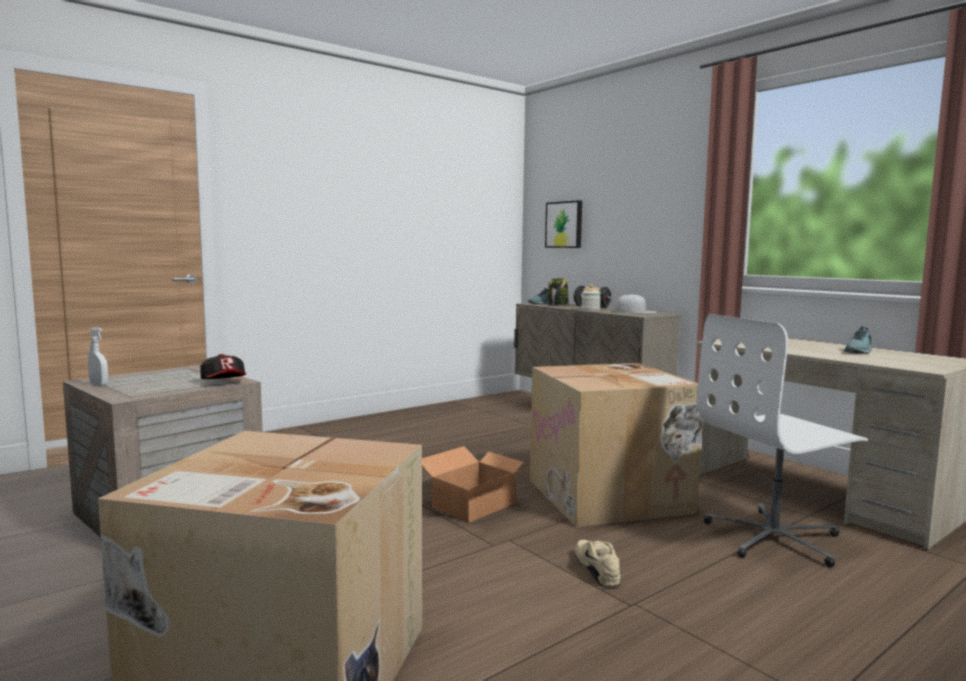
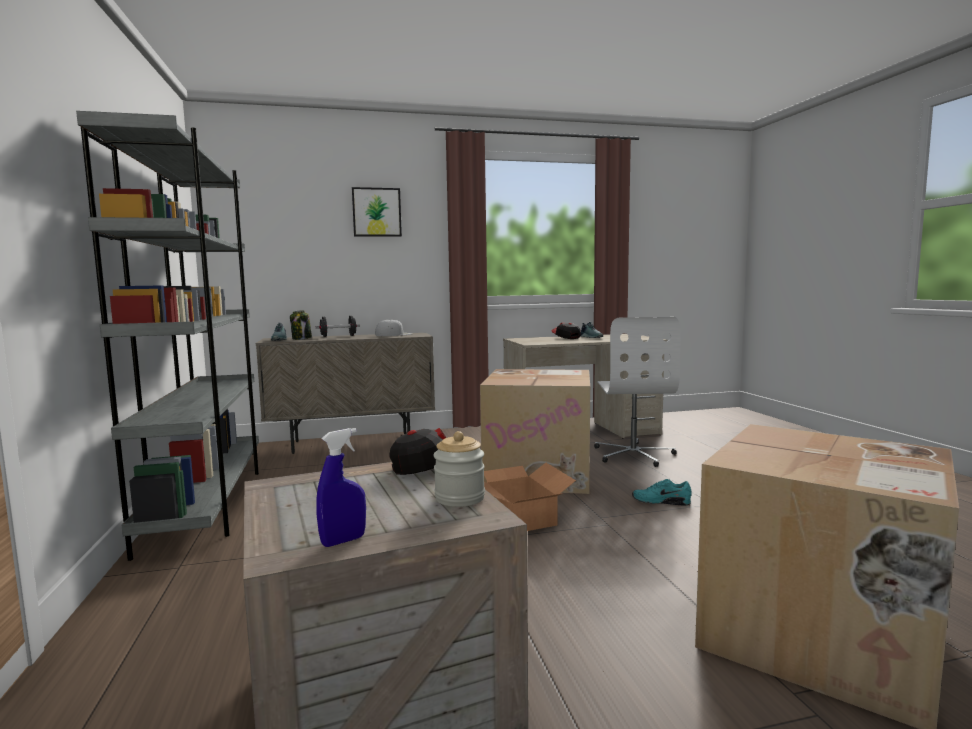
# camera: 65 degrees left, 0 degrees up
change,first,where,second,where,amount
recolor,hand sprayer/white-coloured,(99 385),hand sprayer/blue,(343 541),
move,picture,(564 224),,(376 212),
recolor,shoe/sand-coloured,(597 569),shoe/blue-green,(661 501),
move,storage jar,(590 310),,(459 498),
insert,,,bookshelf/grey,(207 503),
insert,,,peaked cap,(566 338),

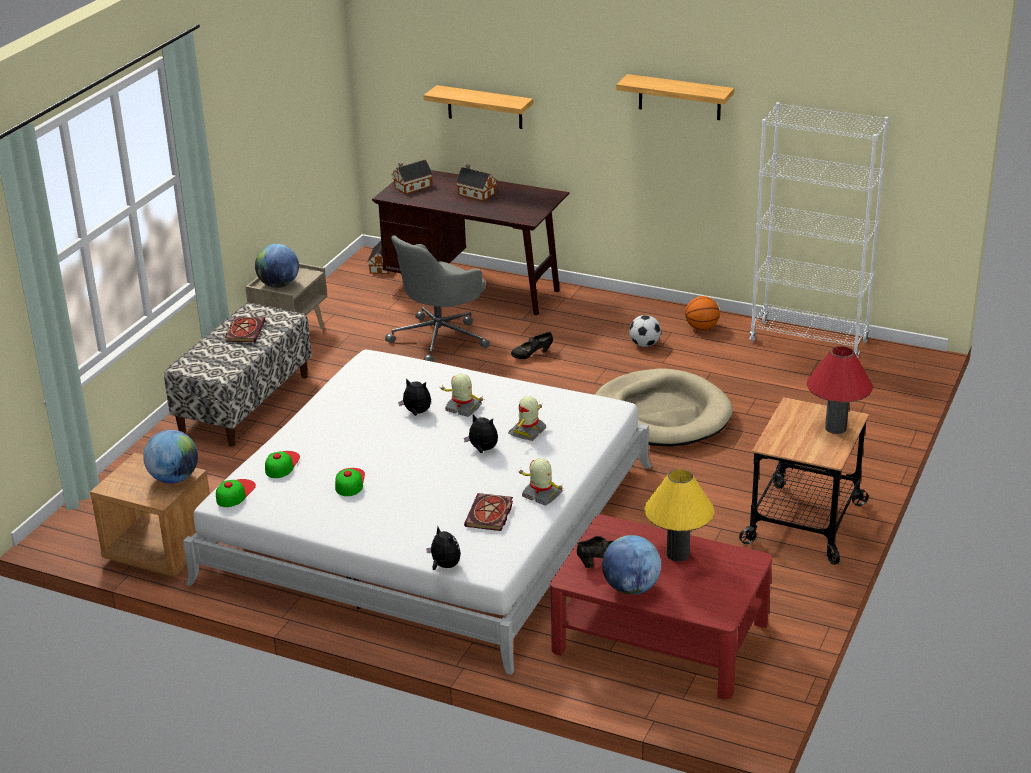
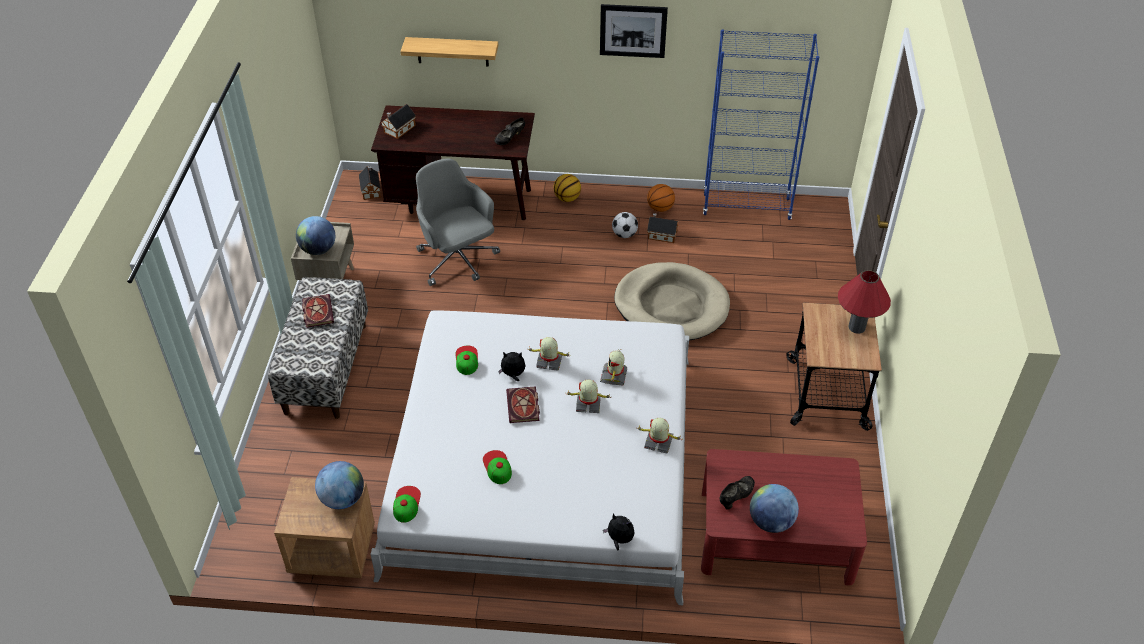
# camera: 20 degrees left, 15 degrees up
change,first,where,second,where,amount
move,peaked cap,(281 464),,(466 360),
rotate,computer chair/grey,(440 338),,(457 260),120 degrees clockwise
move,toy house,(475 193),,(661 234),
replace,cuddly toy,(482 450),robot figure,(588 404),
move,bound book,(490 515),,(524 407),
move,shoe/blackish,(532 355),,(510 139),
replace,wall shelf,(679 97),picture,(633 30),
delete,table lamp/yellow,(678 554),,,
recolor,bookshelf/white-coloured,(809 341),bookshelf/blue,(746 206),
insert,,,basketball,(567 198),

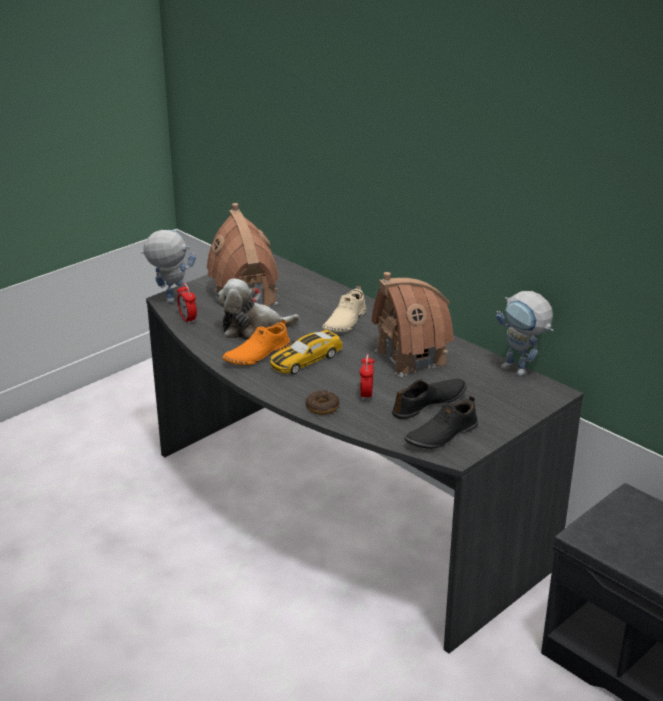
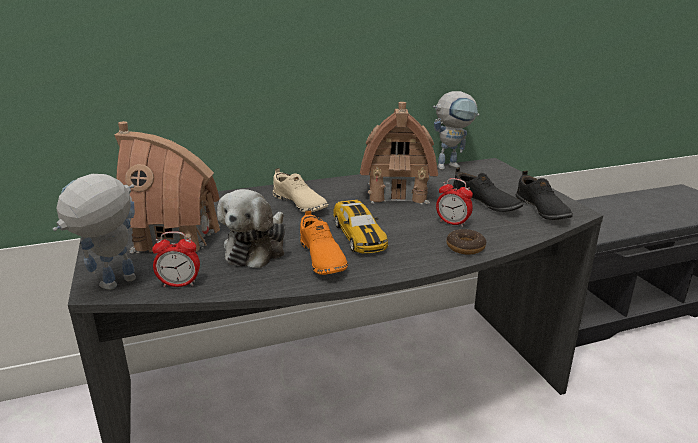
# camera: 65 degrees left, 5 degrees down
change,first,where,second,where,amount
rotate,shoe/blackish,(429 404),,(485 203),150 degrees clockwise

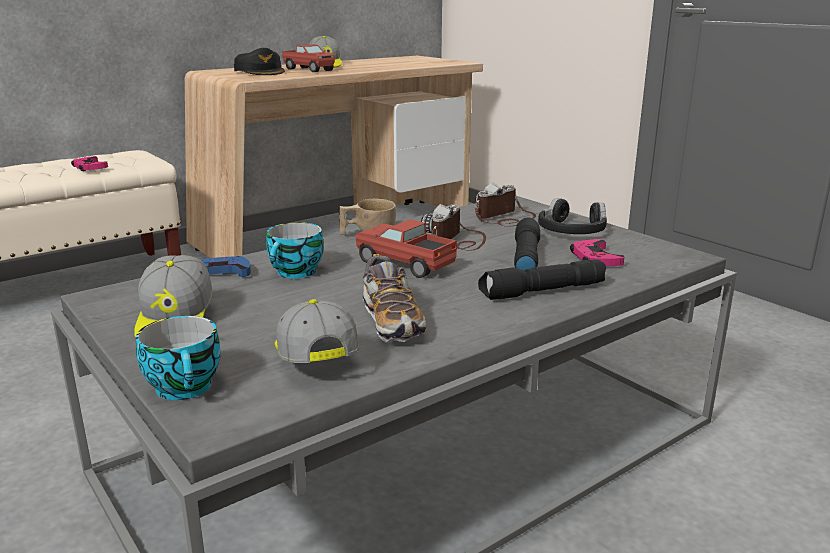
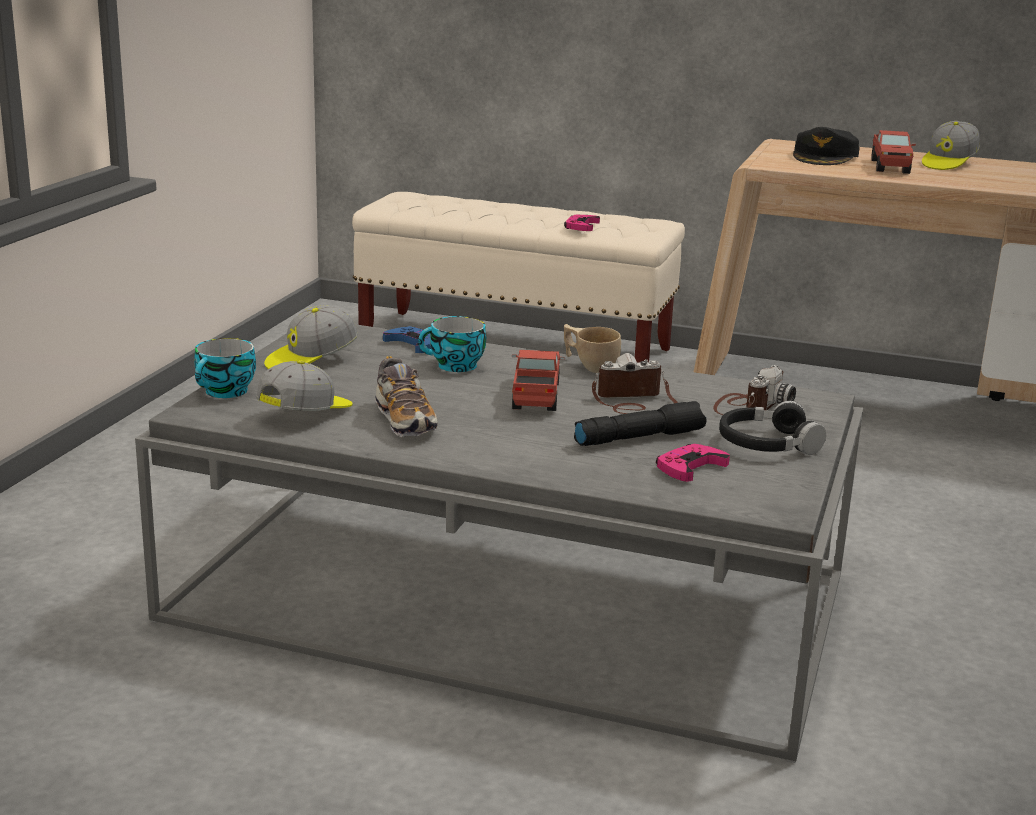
# camera: 55 degrees right, 0 degrees up
change,first,where,second,where,amount
rotate,shoe,(392 322),,(404 420),60 degrees counterclockwise
rotate,still camera,(504 218),,(749 407),105 degrees clockwise
delete,flashlight/blackish,(542 292),,,

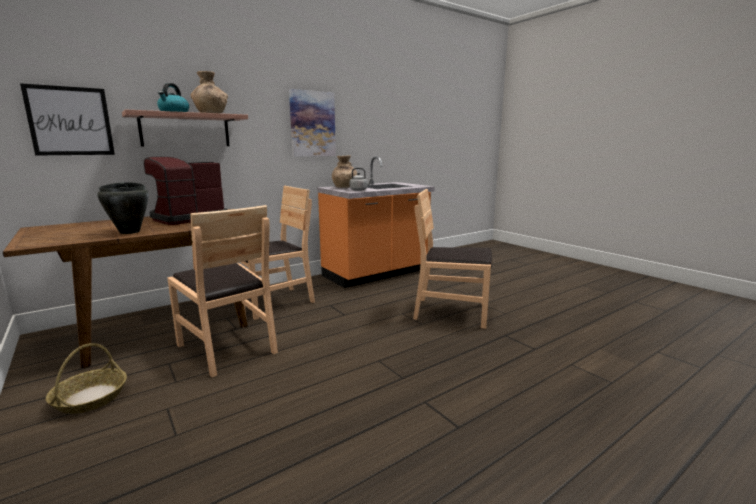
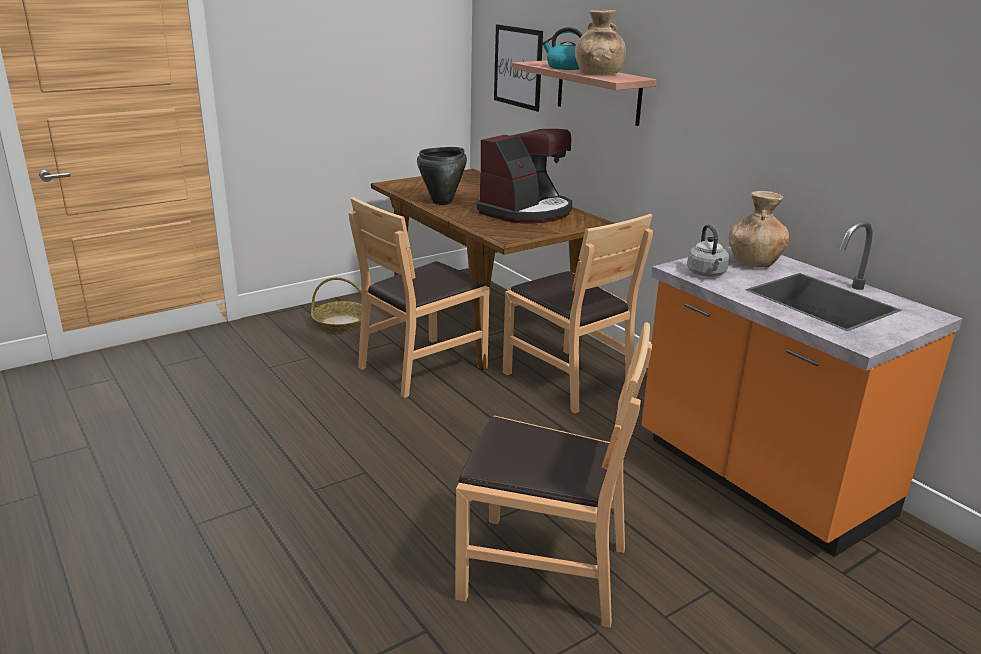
# camera: 90 degrees right, 10 degrees up
change,first,where,second,where,amount
rotate,coffee brewer,(187 218),,(527 211),90 degrees clockwise
delete,picture,(312 124),,,
rotate,upright chair/brown,(451 312),,(543 570),90 degrees clockwise

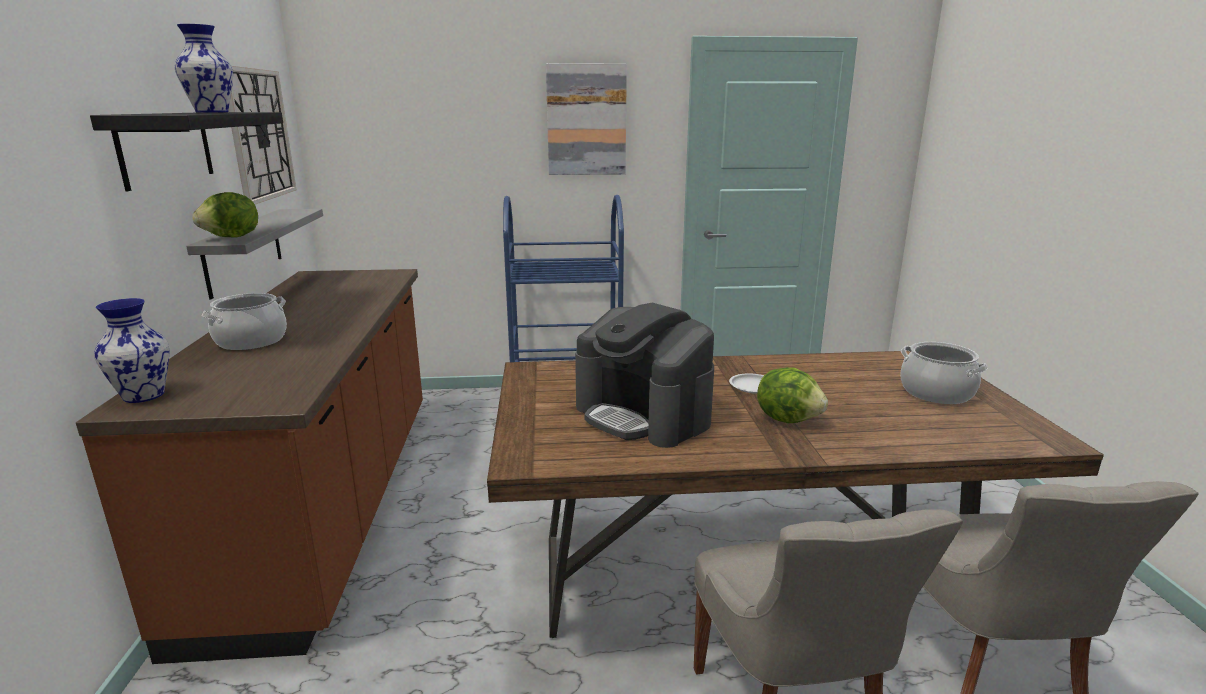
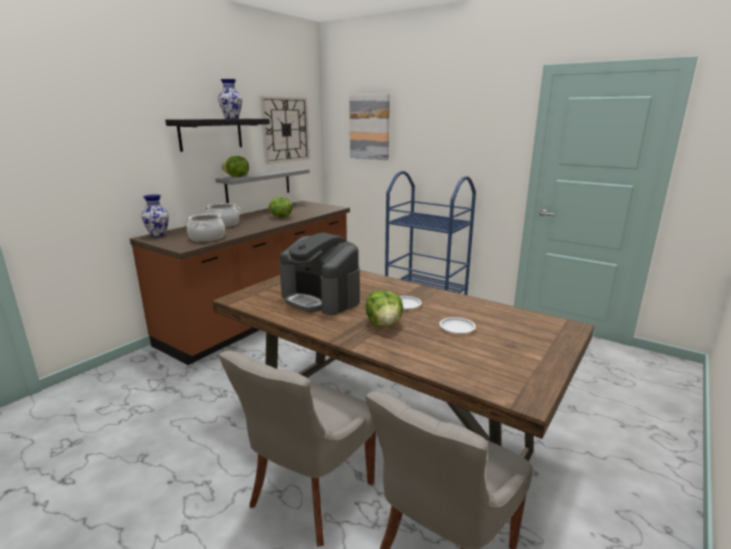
# camera: 40 degrees right, 0 degrees up
change,first,where,second,where,amount
move,picture,(586 120),,(370 127),
rotate,coffee brewer,(643 415),,(321 298),45 degrees counterclockwise
move,saucepot,(936 392),,(207 238),
insert,,,head of lettuce,(280 217),
insert,,,flat dish/white-coloured,(457 328),

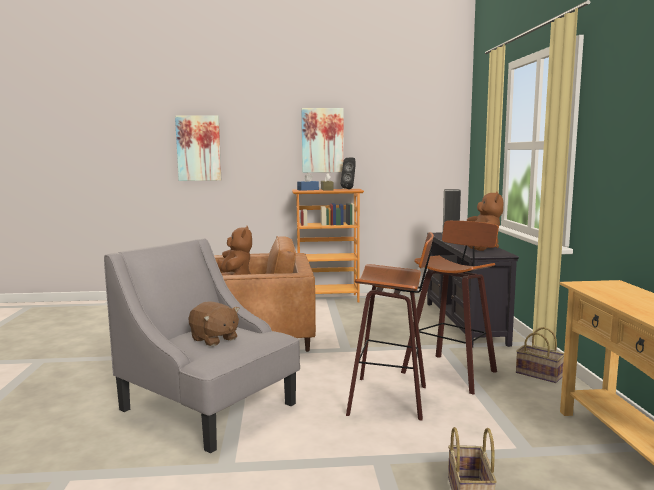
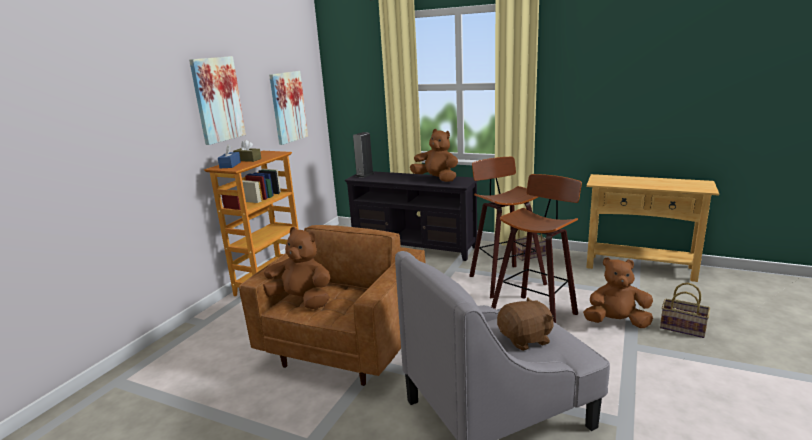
# camera: 60 degrees left, 10 degrees up
change,first,where,second,where,amount
move,picture,(198 148),,(288 107),
delete,audio speaker/blackish,(349 189),,,
insert,,,cuddly toy/brown,(616 322),

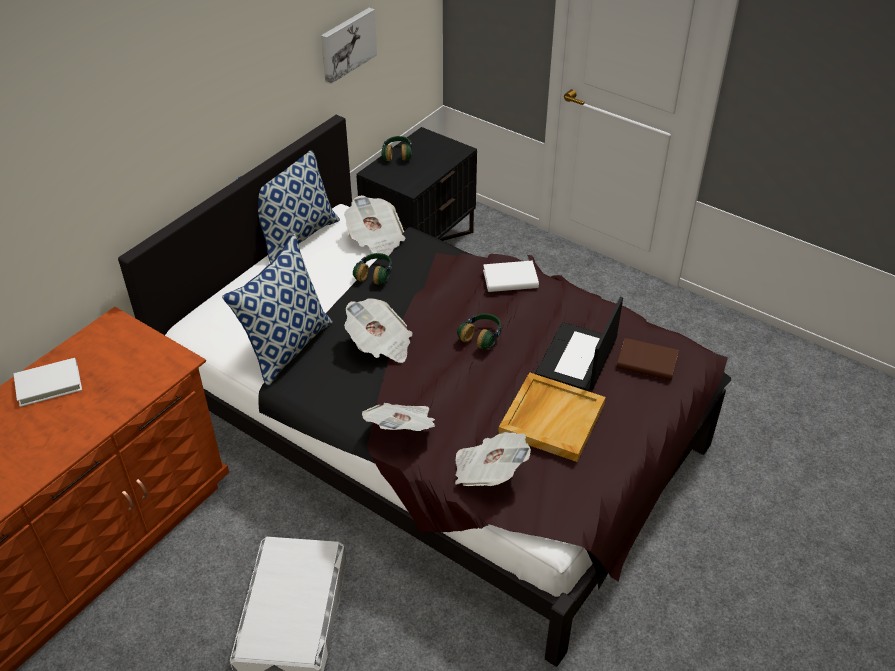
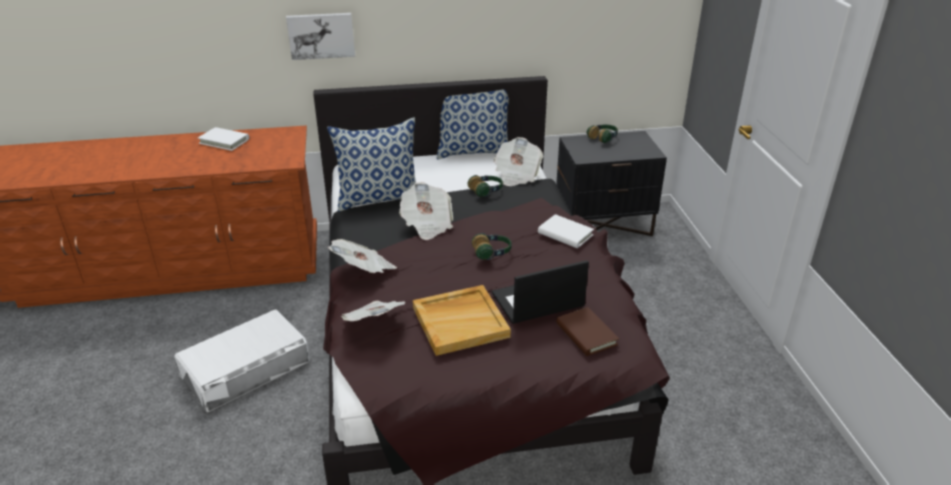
# camera: 45 degrees right, 10 degrees down
change,first,where,second,where,amount
move,picture,(347 44),,(321 35),

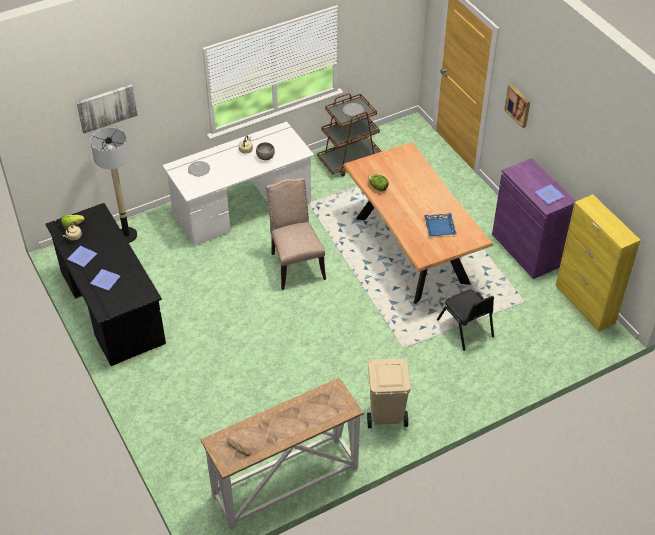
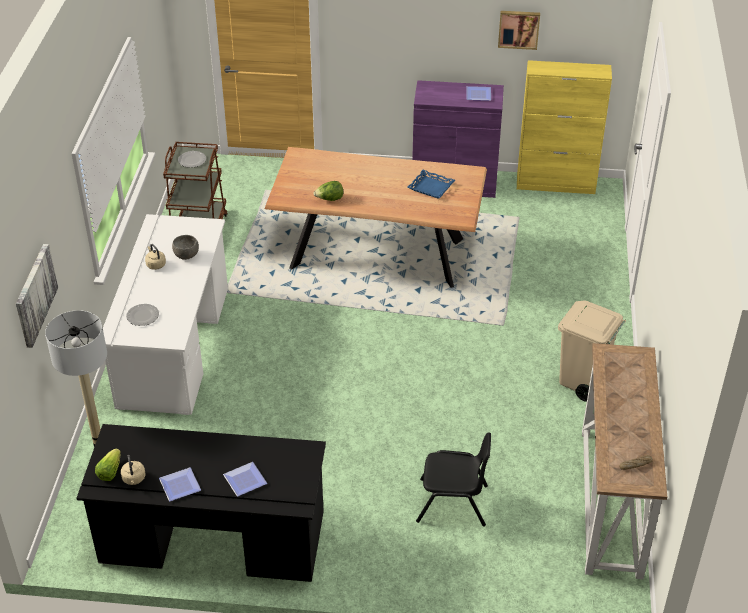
# camera: 55 degrees left, 5 degrees down
change,first,where,second,where,amount
delete,upright chair/sand-coloured,(295 264),,,
move,upright chair/blackish,(465 328),,(453 503),
move,picture,(518 105),,(518 29),

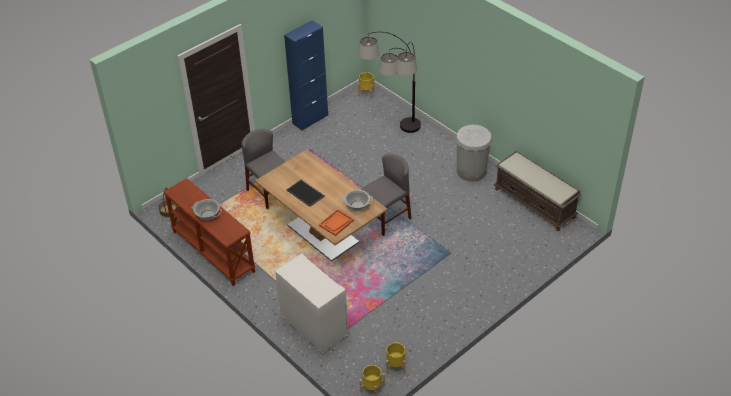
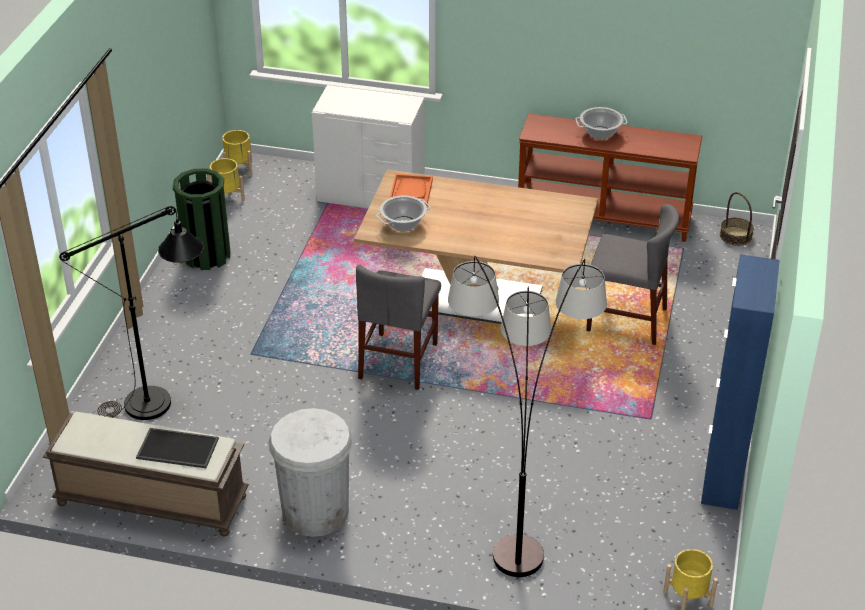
# camera: 145 degrees right, 5 degrees down
change,first,where,second,where,amount
move,tray,(306 193),,(176 449),
insert,,,standing lamp/blackish,(161 402),
insert,,,waste bin/green-coloured,(207 255),

